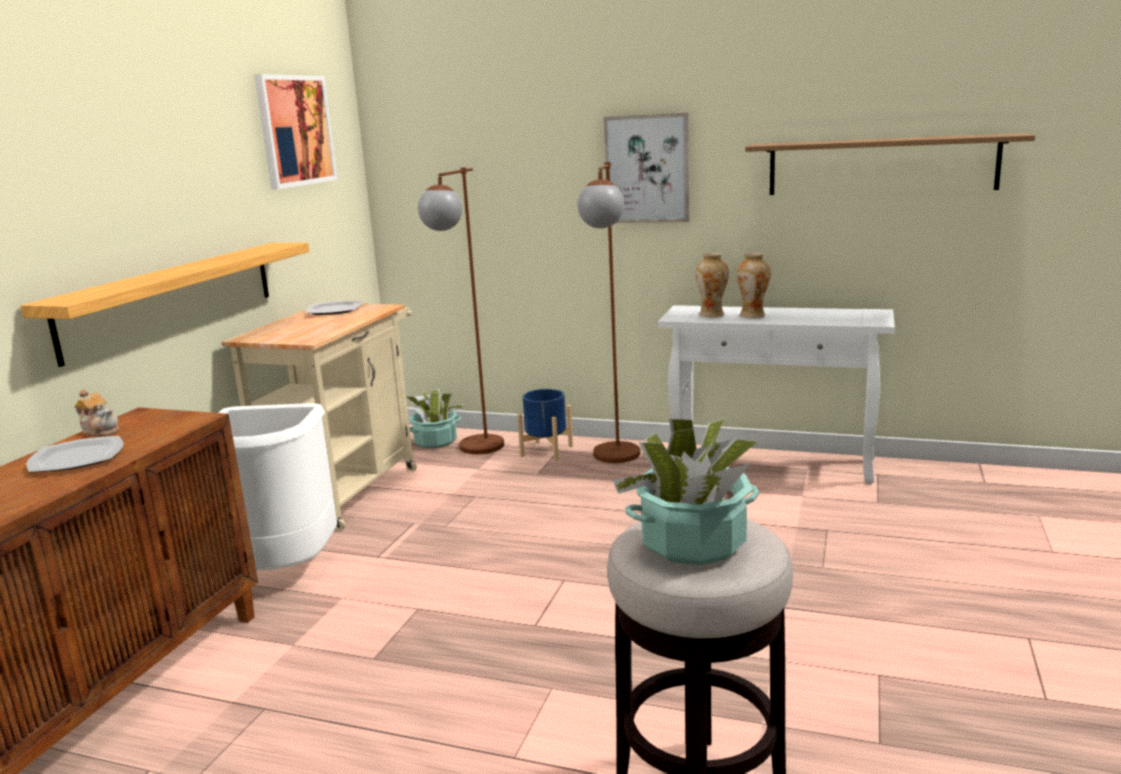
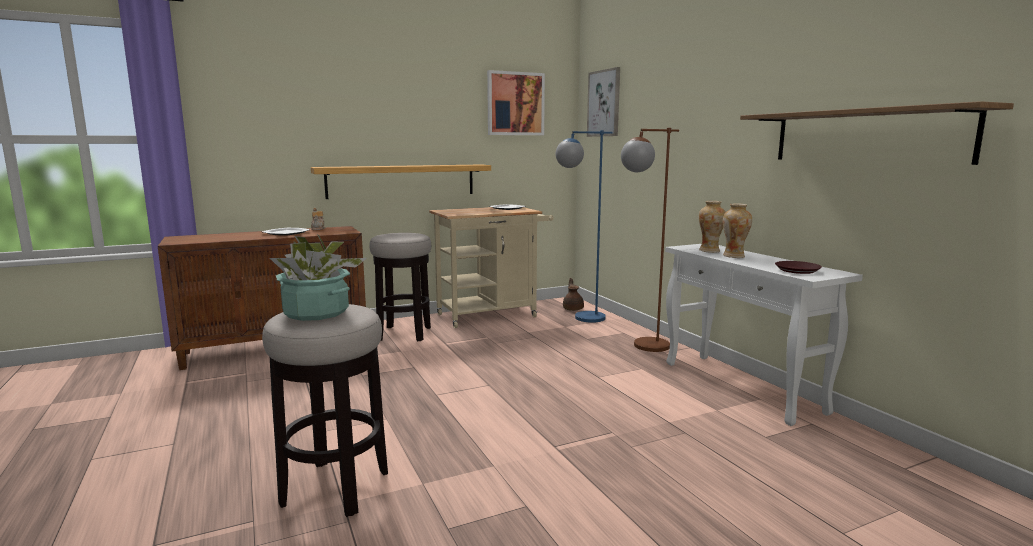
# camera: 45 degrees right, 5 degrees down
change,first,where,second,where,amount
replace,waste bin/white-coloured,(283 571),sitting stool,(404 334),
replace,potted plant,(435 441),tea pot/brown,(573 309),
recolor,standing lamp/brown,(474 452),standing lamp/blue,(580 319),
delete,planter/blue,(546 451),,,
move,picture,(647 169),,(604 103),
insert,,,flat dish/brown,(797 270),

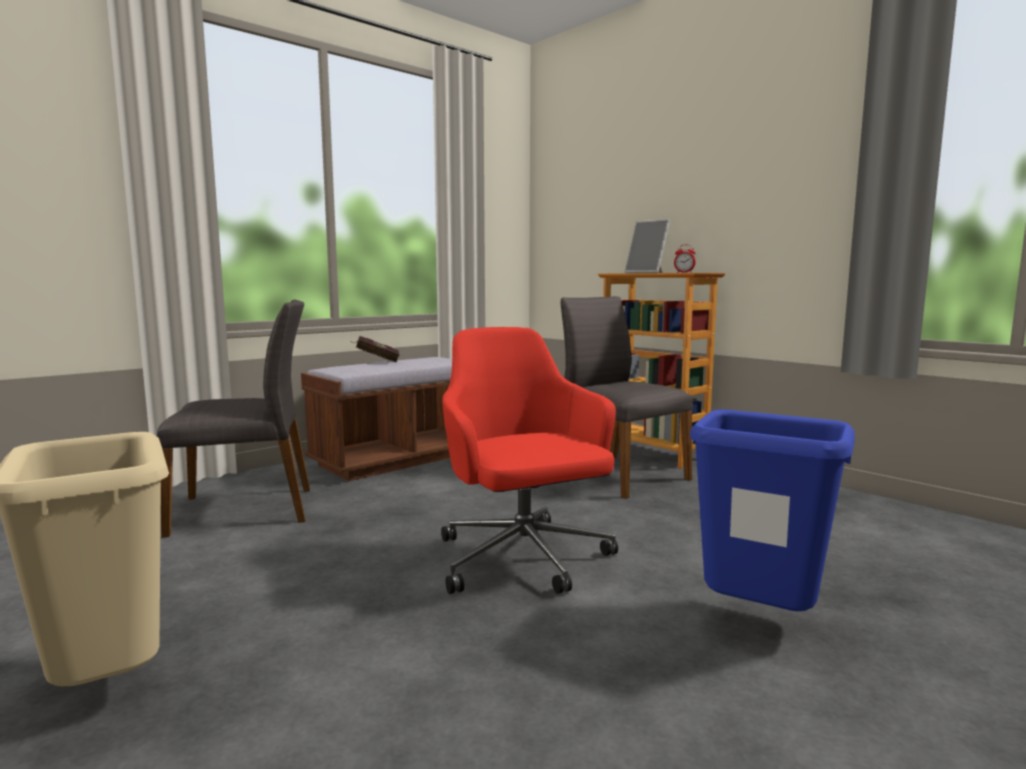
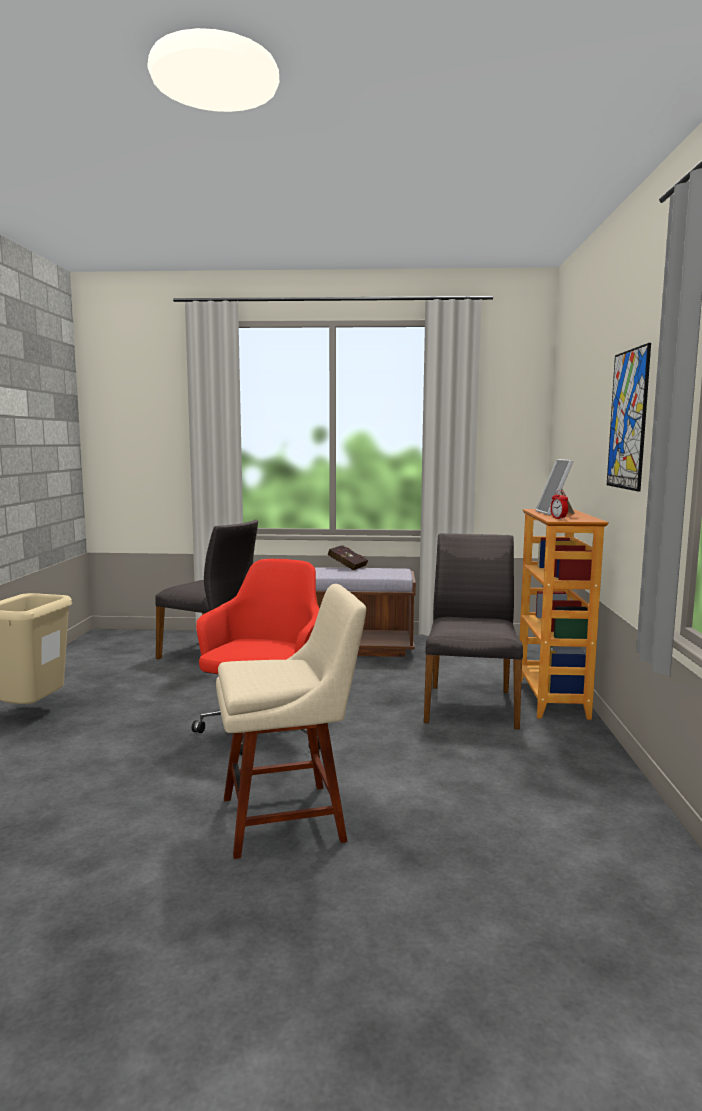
# camera: 45 degrees right, 0 degrees up
change,first,where,second,where,amount
replace,waste bin/blue,(760 622),upright chair/sand-coloured,(290 818),
insert,,,picture,(628 419),

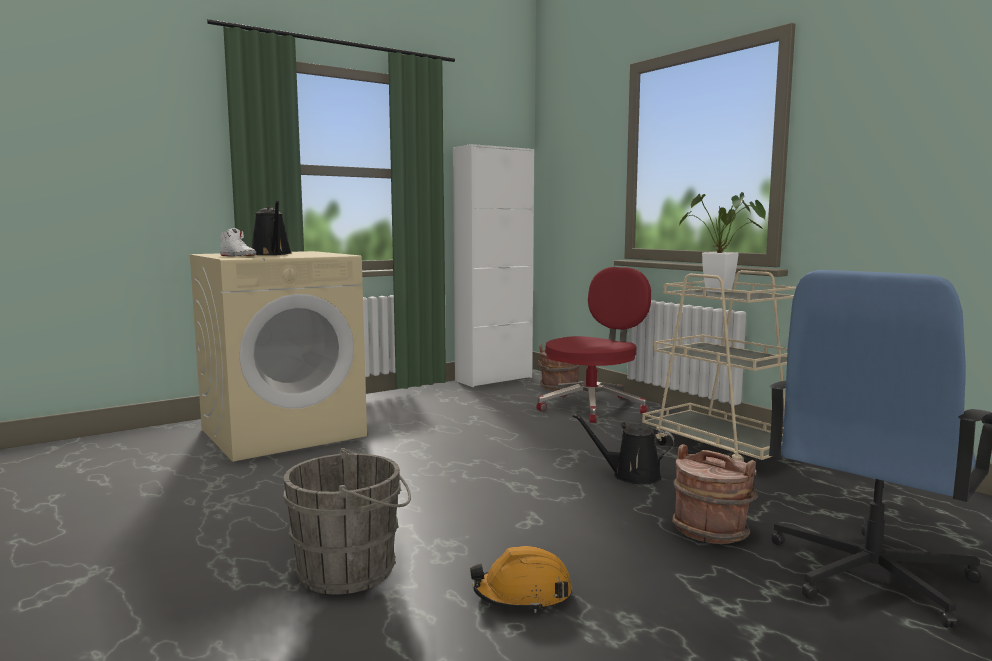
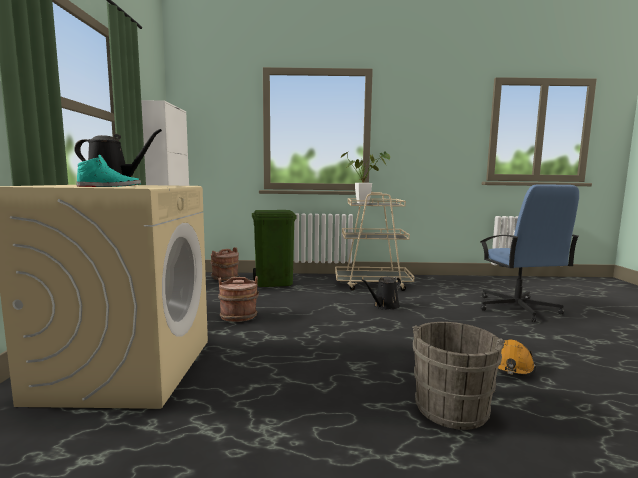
# camera: 55 degrees left, 0 degrees up
change,first,where,second,where,amount
recolor,shoe/white-coloured,(238 256),shoe/blue-green,(110 186),
replace,computer chair/reddish,(593 407),waste bin/green-coloured,(274 282),
move,pail/brown,(711 530),,(239 316),

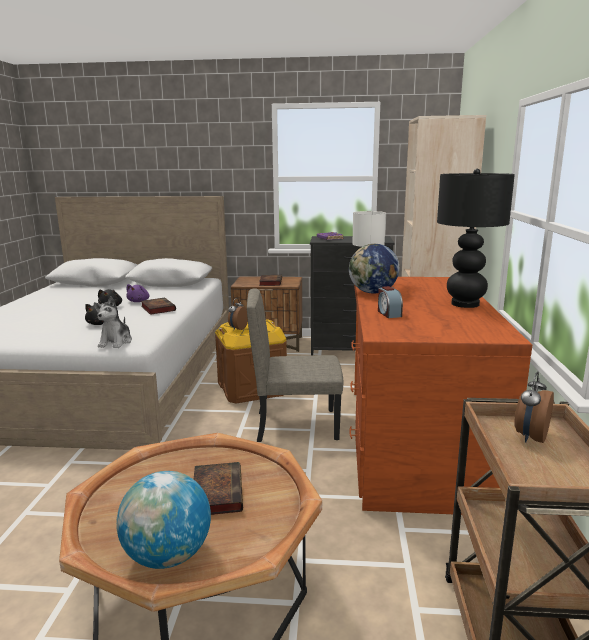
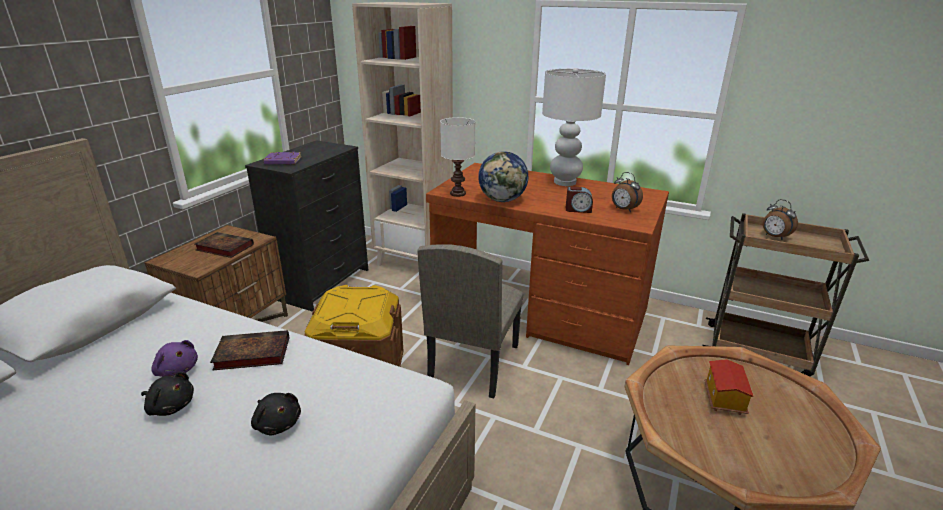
# camera: 70 degrees left, 10 degrees up
change,first,where,second,where,amount
delete,cuddly toy,(116 342),,,
delete,world globe,(167 556),,,
replace,bound book,(216 491),toy house,(723 399),
move,bedside clock,(237 328),,(623 209),
recolor,table lamp/blackish,(465 304),table lamp/white-coloured,(565 182),

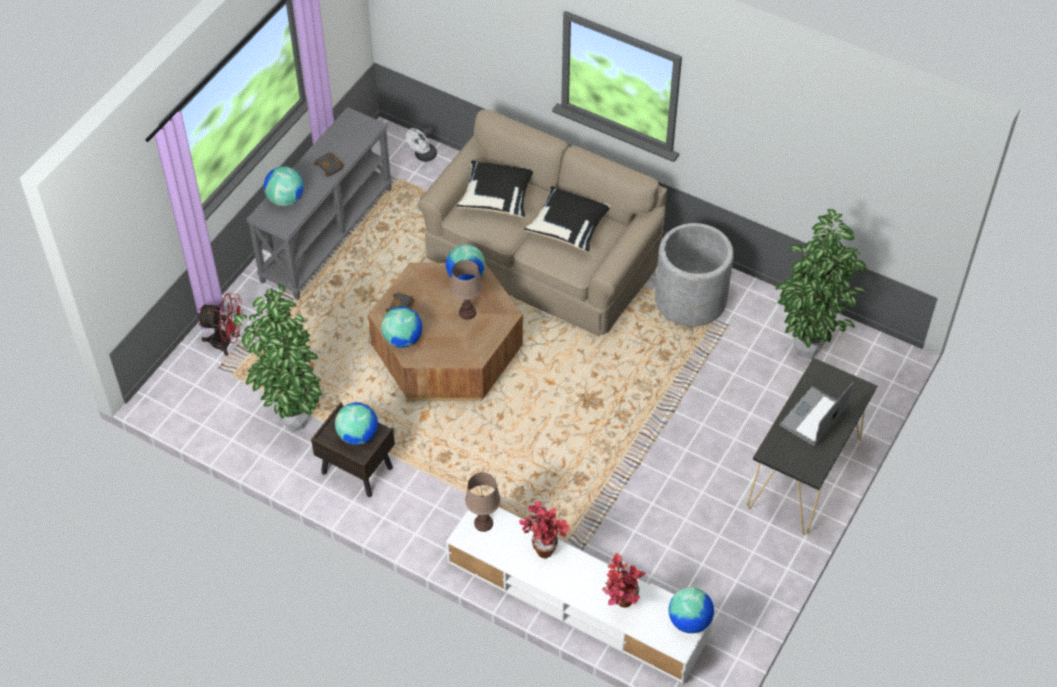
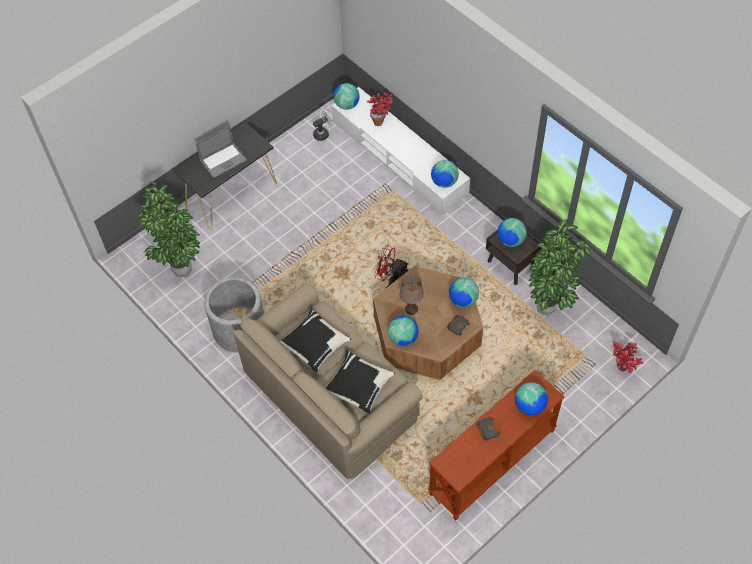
# camera: 160 degrees left, 5 degrees up
change,first,where,second,where,amount
move,fan/reddish,(227 342),,(392 281),
recolor,console table/grey,(326 234),console table/brown,(493 462),
move,fan/white-coloured,(423 156),,(323 133),
replace,table lamp/brown,(483 523),world globe,(444 182),
move,potted plant,(543 546),,(622 370),

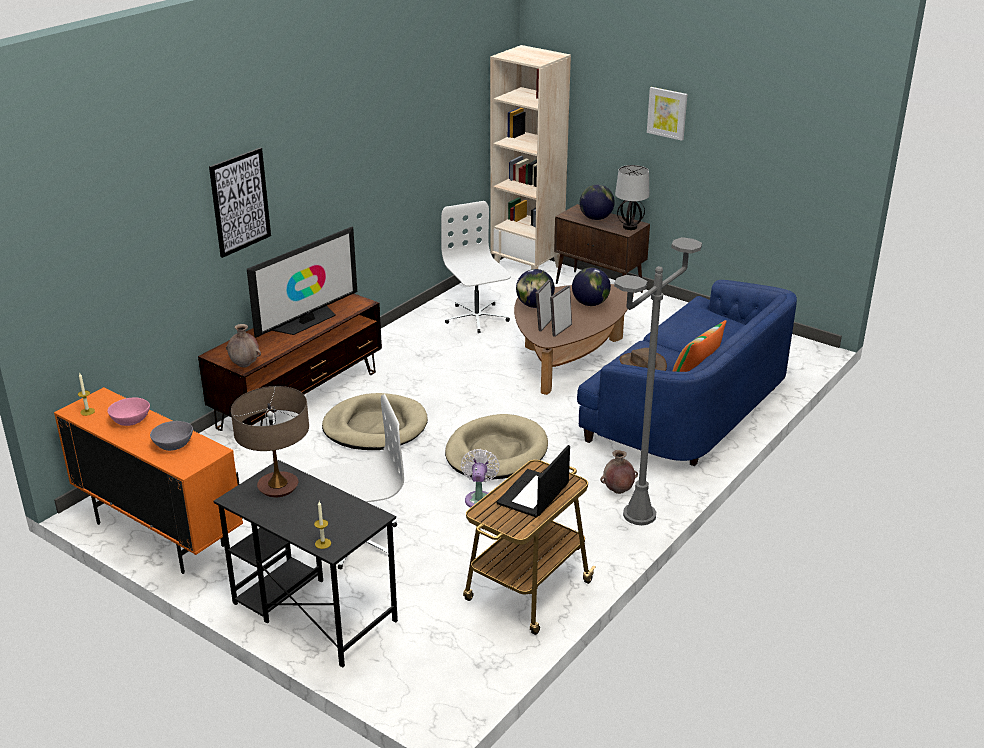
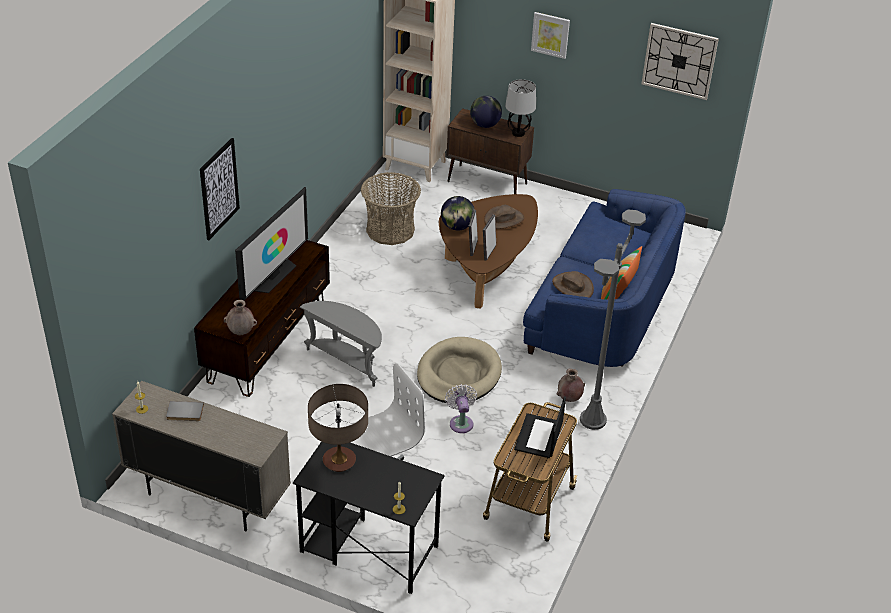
# camera: 15 degrees left, 10 degrees up
change,first,where,second,where,amount
recolor,cupboard/orangey,(159 534),cupboard/sand-coloured,(208 497),
replace,deep dish/pinkish,(130 420),bound book/grey,(184 413),
delete,deep dish/grey,(173 445),,,
replace,dog bed/sand-coloured,(375 427),accent table/grey,(347 362),
replace,computer chair/white-coloured,(476 318),household basket,(390 230),
replace,world globe,(590 303),wearable hat/brown,(504 219),
insert,,,hanging clock,(679 61),

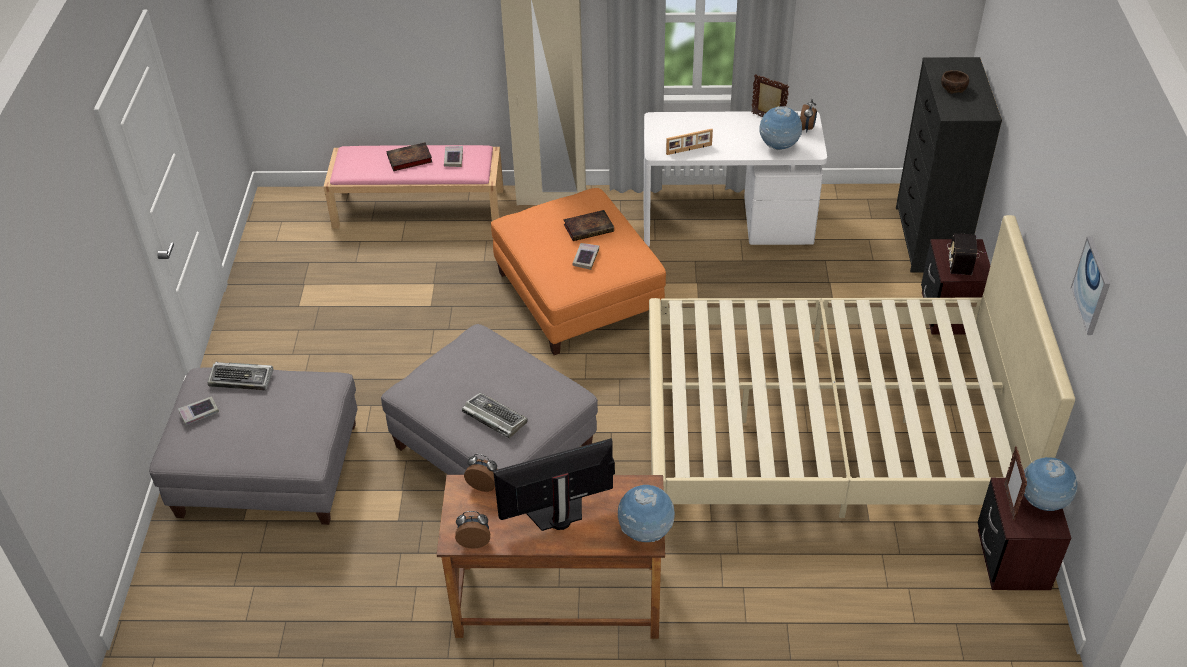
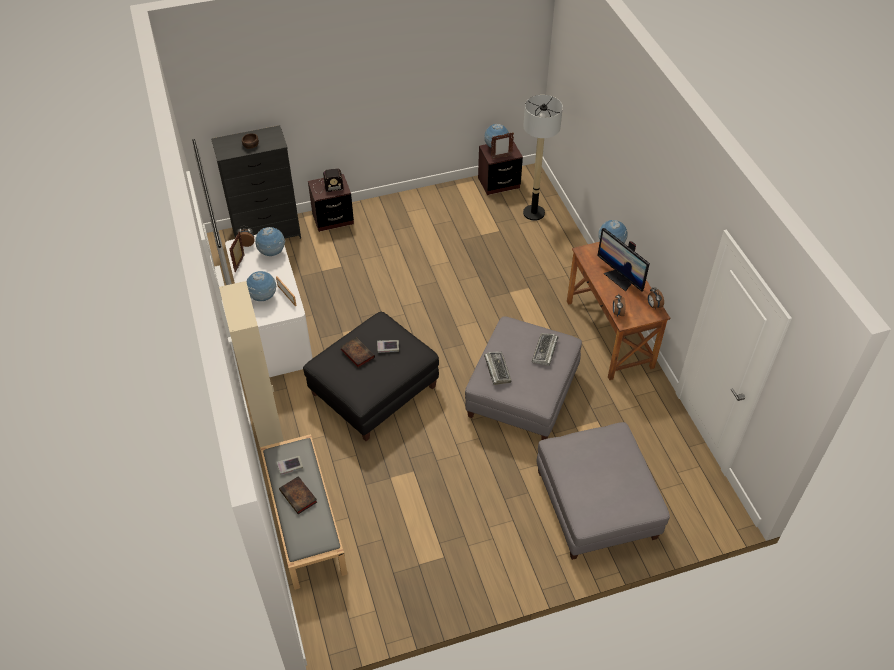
# camera: 110 degrees left, 5 degrees up
change,first,where,second,where,amount
delete,bound book,(199 413),,,
move,computer keyboard,(242 379),,(497 369),
recolor,bench/pinkish,(420 207),bench/grey,(304 520),
recolor,ottoman/orangey,(577 295),ottoman/blackish,(374 390),
delete,sleeping bed/sand-coloured,(828 426),,,
delete,picture,(1092 285),,,
insert,,,world globe,(263 297),
insert,,,standing lamp,(534 213),

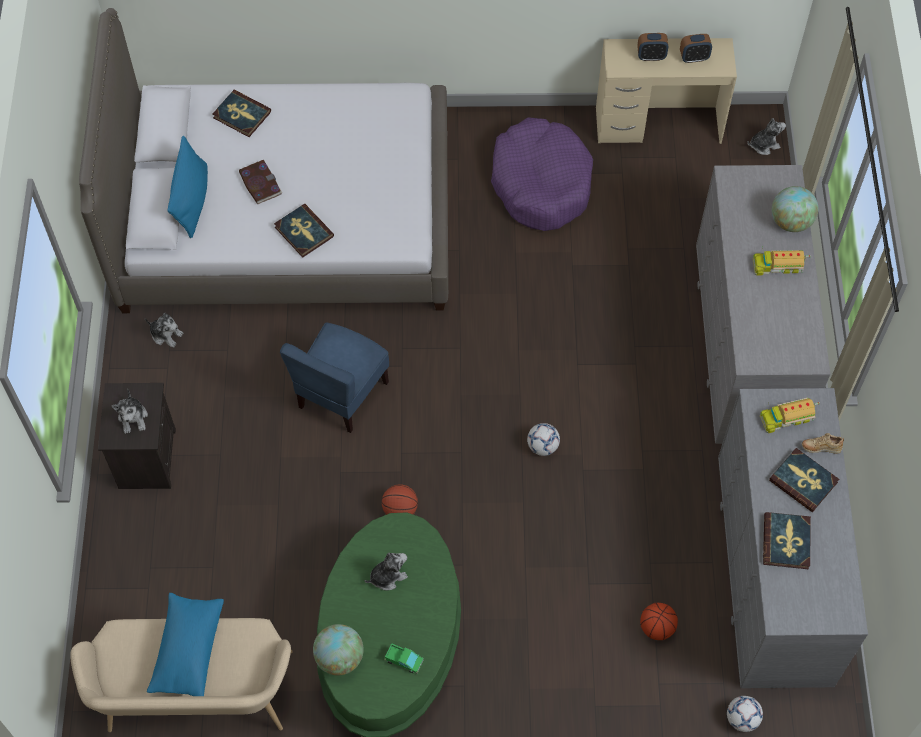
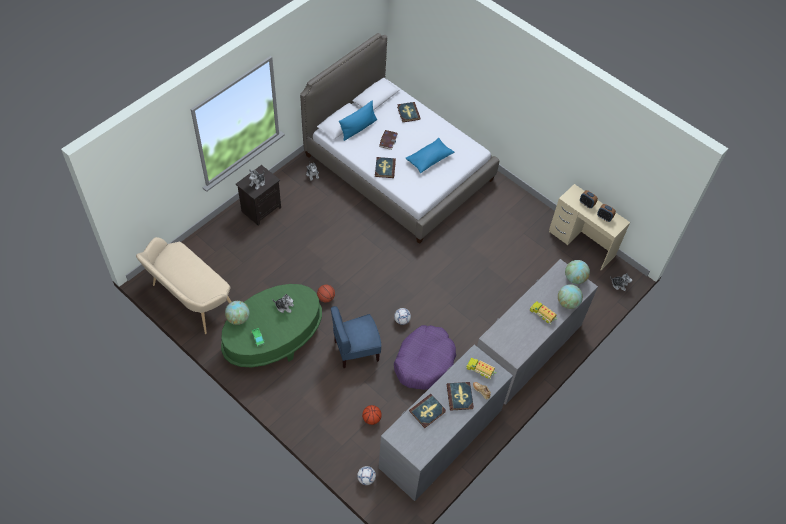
# camera: 40 degrees right, 5 degrees down
change,first,where,second,where,amount
move,pillow/blue,(188 650),,(429 159),
move,upright chair/blue,(342 394),,(356 350),
move,dog bed/purplish,(541 183),,(424 361),
insert,,,world globe,(574 278),

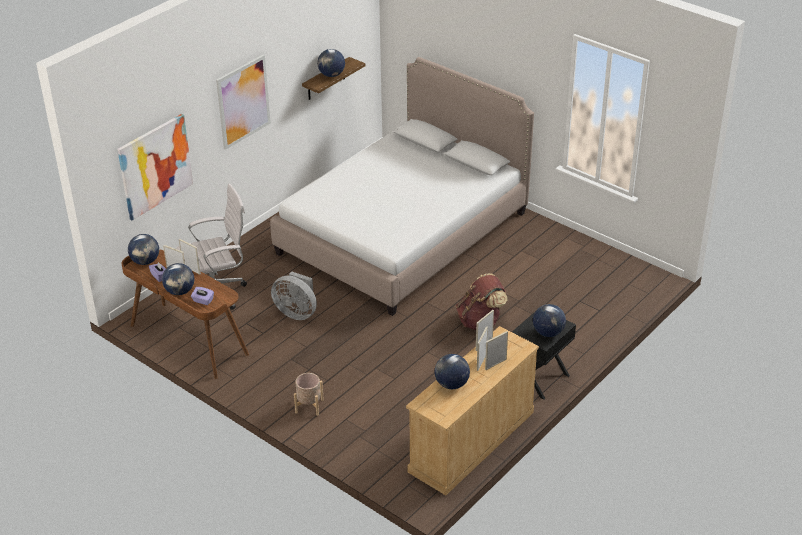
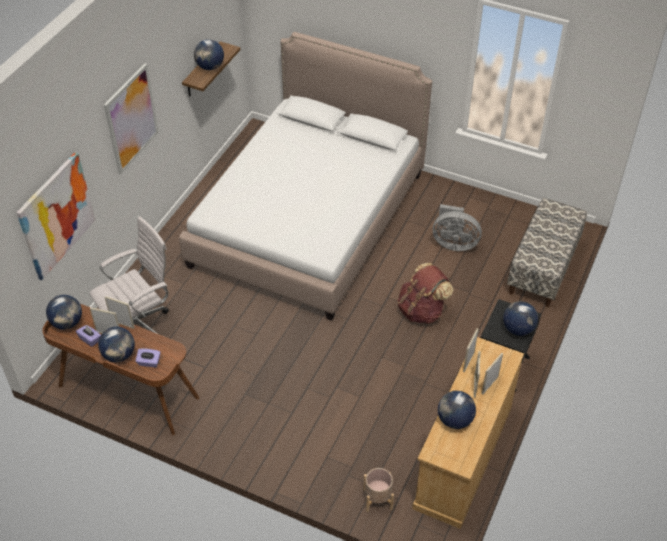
# camera: 15 degrees left, 10 degrees up
change,first,where,second,where,amount
move,fan/grey,(297 312),,(453 243),
move,planter/sand-coloured,(309 406),,(377 499),
insert,,,bench,(543 268),

